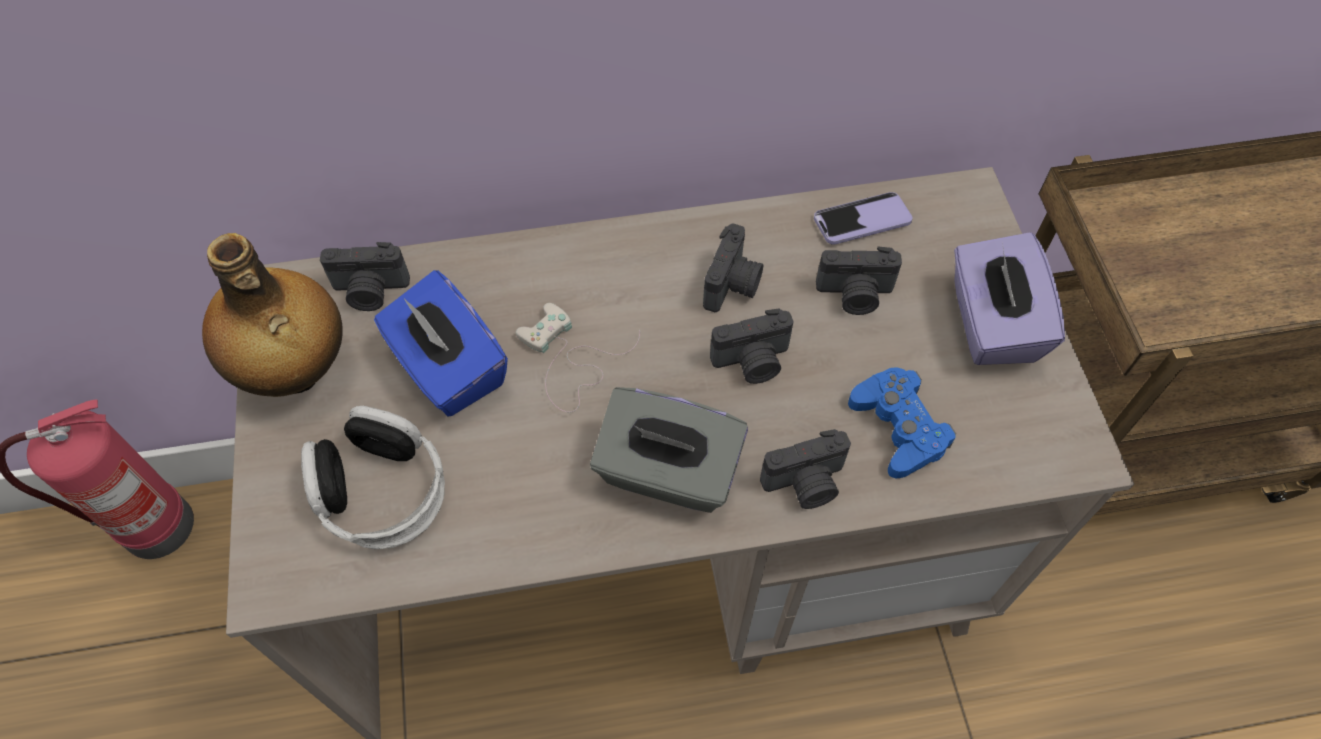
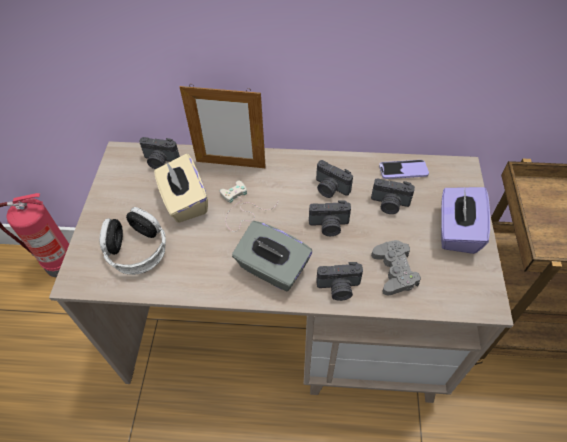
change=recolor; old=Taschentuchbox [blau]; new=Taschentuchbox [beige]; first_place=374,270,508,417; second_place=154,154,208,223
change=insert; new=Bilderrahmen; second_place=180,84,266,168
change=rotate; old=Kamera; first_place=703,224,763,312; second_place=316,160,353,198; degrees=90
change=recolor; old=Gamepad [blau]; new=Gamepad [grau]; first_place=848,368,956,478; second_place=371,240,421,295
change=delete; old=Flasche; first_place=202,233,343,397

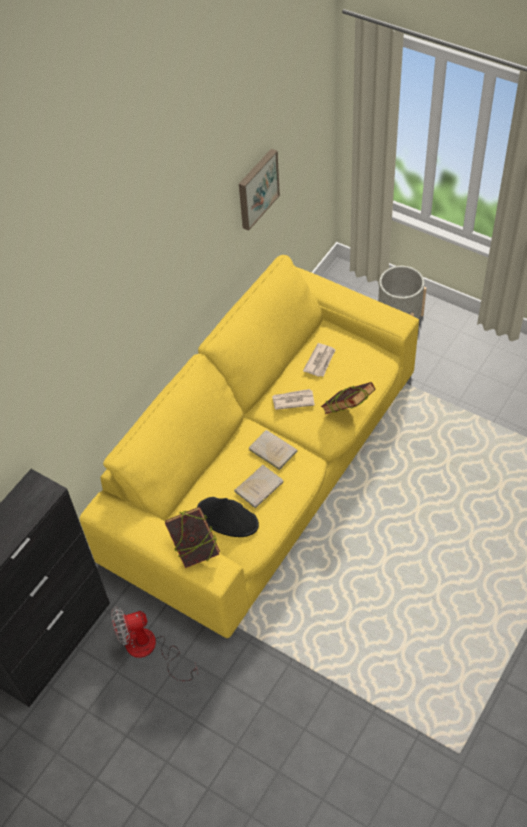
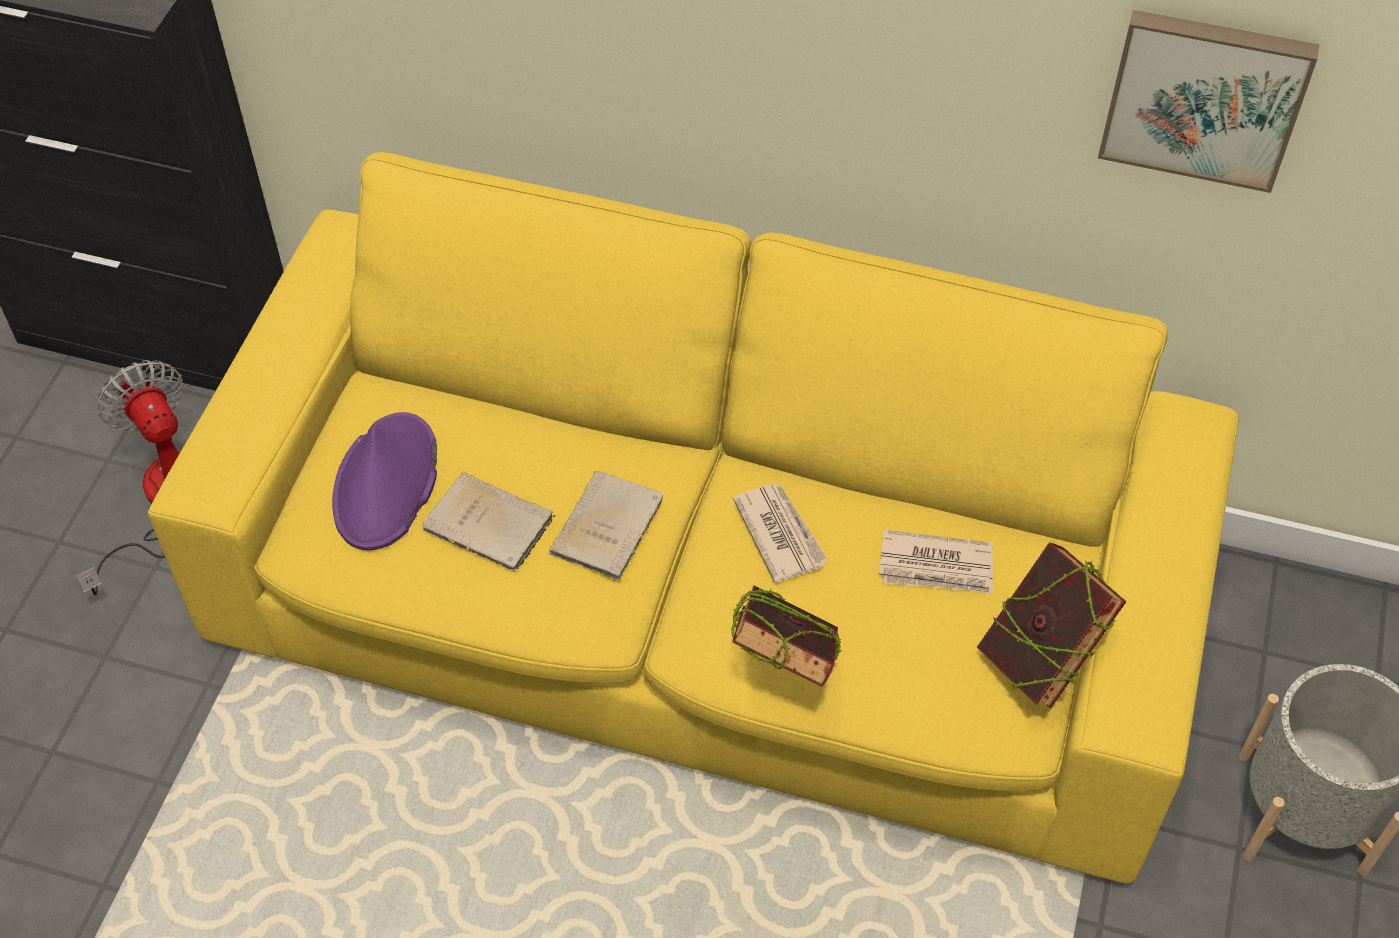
change=recolor; old=Hut [schwarz]; new=Hut [lila]; first_place=197,497,259,537; second_place=332,412,437,550
change=move; old=Buch; first_place=165,507,220,568; second_place=977,542,1127,708

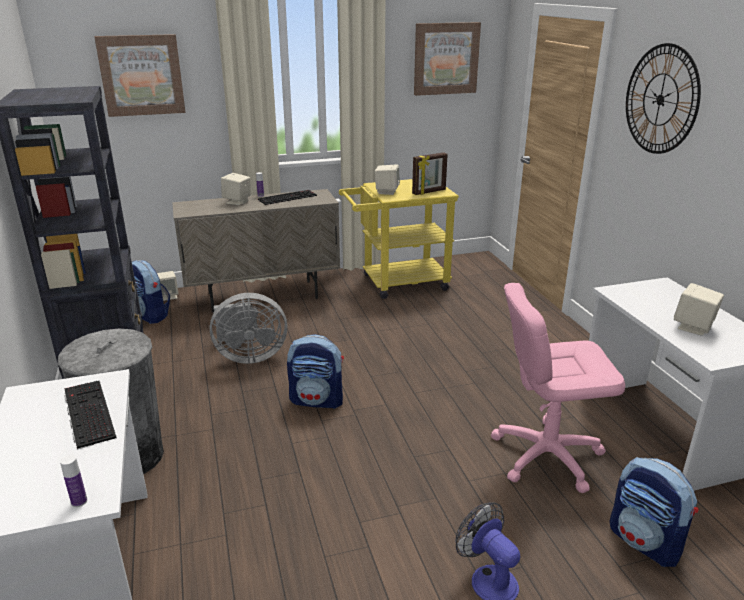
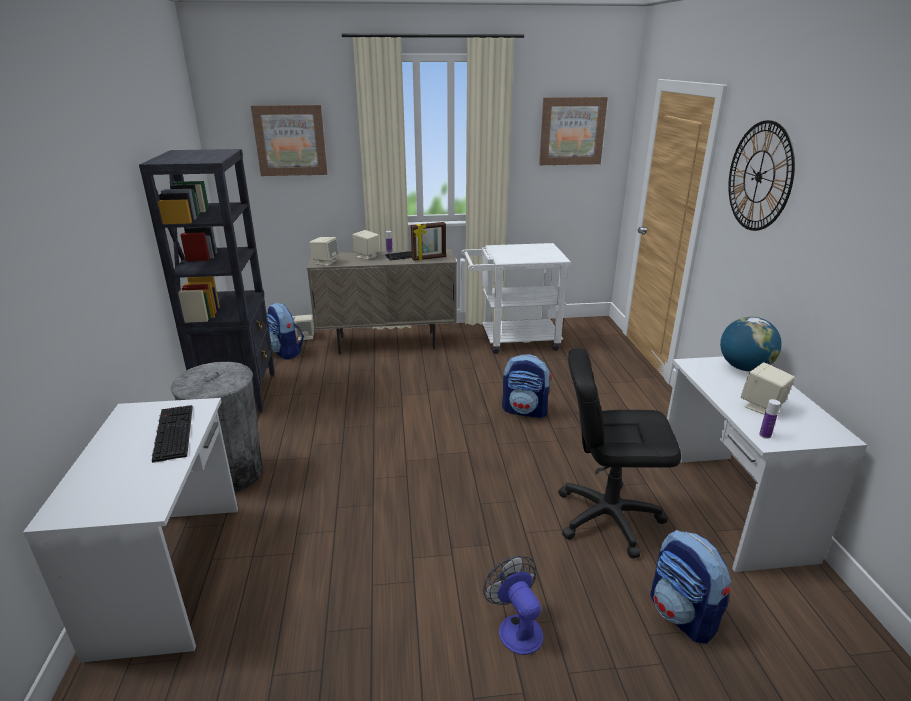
change=move; old=Lautsprecher [beige]; first_place=375,165,400,195; second_place=309,237,339,266
change=move; old=Bilderrahmen; first_place=412,152,448,195; second_place=411,222,446,261
change=recolor; old=Rollwagen [gelb]; new=Rollwagen [weiß]; first_place=339,179,459,299; second_place=461,243,571,354
change=move; old=Rucksack; first_place=287,334,344,409; second_place=502,354,552,419
change=recolor; old=Bürostuhl [rosa]; new=Bürostuhl [schwarz]; first_place=491,283,625,493; second_place=558,348,681,559
change=insert; new=Globus; second_place=720,317,782,371
change=move; old=Flasche; first_place=60,455,87,507; second_place=759,399,780,439
change=delete; old=Ventilator [grau]; first_place=210,293,287,364

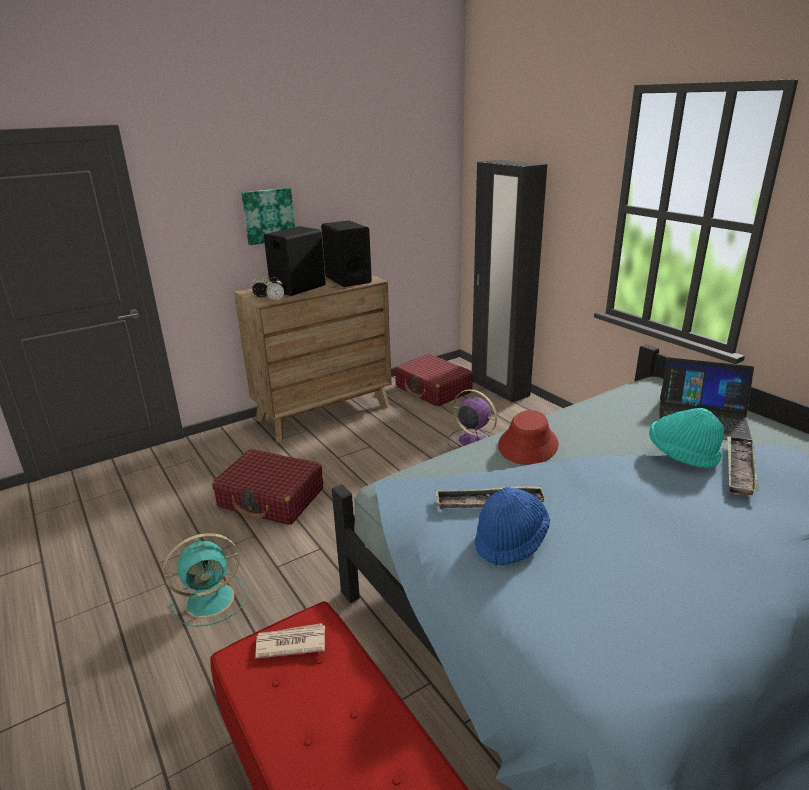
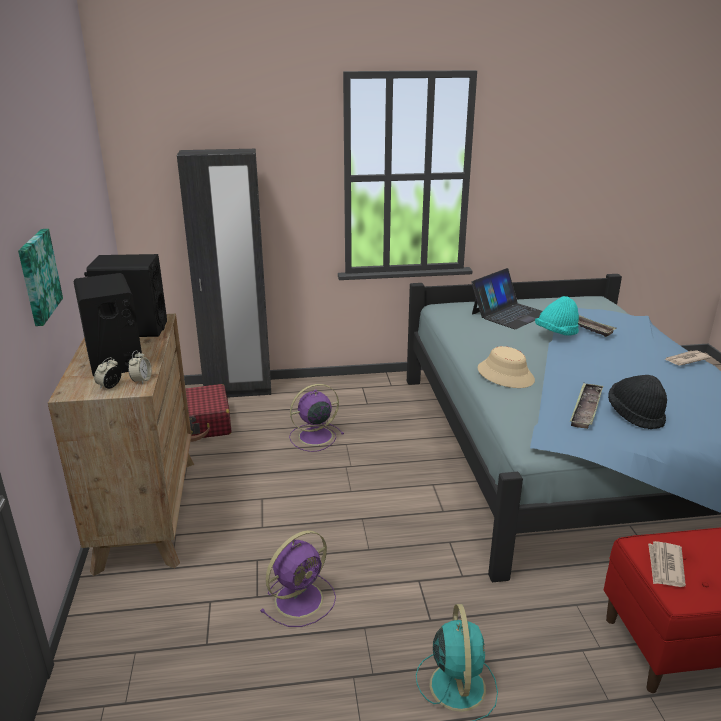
change=replace; old=Koffer [rot]; new=Ventilator [lila]; first_place=212,449,323,525; second_place=261,530,336,627
change=recolor; old=Hut [rot]; new=Hut [beige]; first_place=498,410,559,465; second_place=477,346,535,388
change=recolor; old=Hut [blau]; new=Hut [schwarz]; first_place=475,487,550,565; second_place=608,375,667,429
change=insert; new=Zeitung; second_place=665,350,711,366

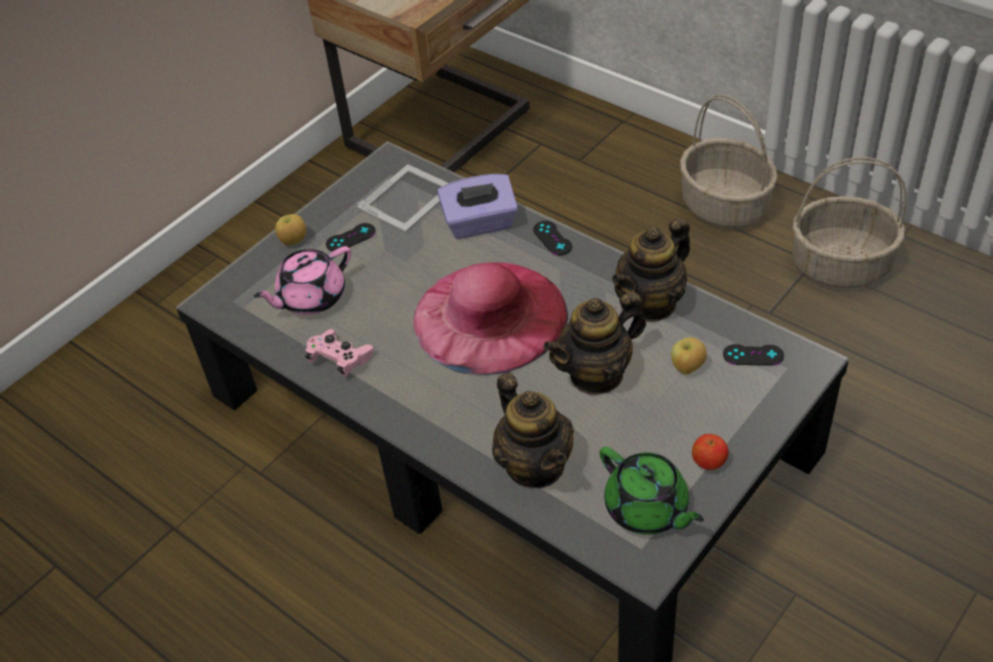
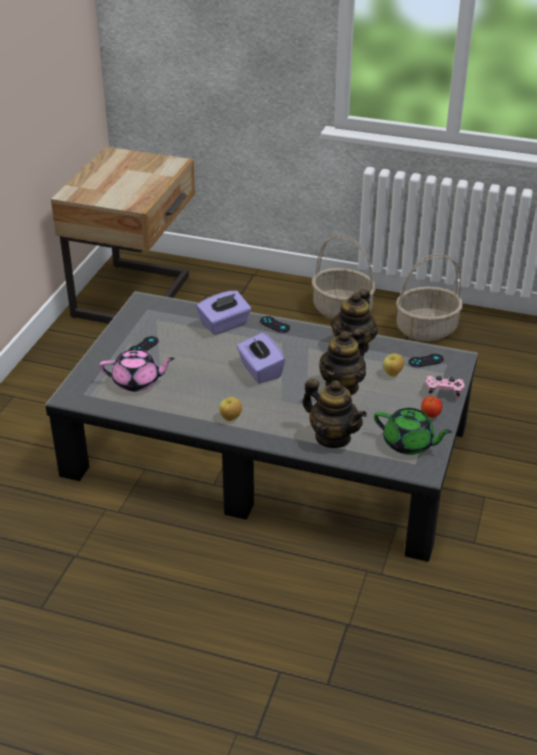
change=rotate; old=Teekanne [rosa]; first_place=254,246,351,315; second_place=99,349,175,392; degrees=-120
change=move; old=Apfel; first_place=275,214,306,246; second_place=219,397,242,421
change=replace; old=Hut [rosa]; new=Taschentuchbox [lila]; first_place=413,262,568,375; second_place=237,332,285,384
change=move; old=Gamepad [rosa]; first_place=305,329,374,377; second_place=426,376,465,399
change=delete; old=Bilderrahmen; first_place=357,164,448,232

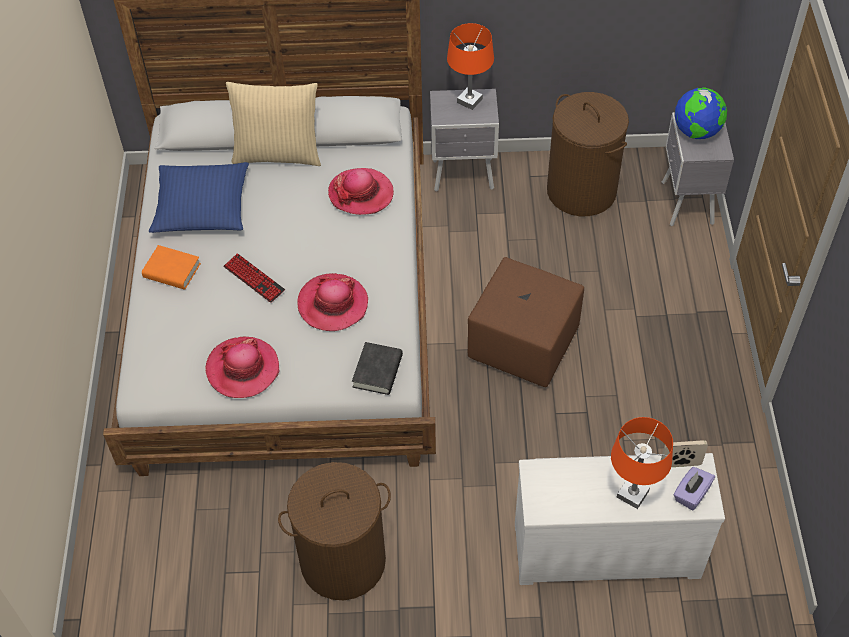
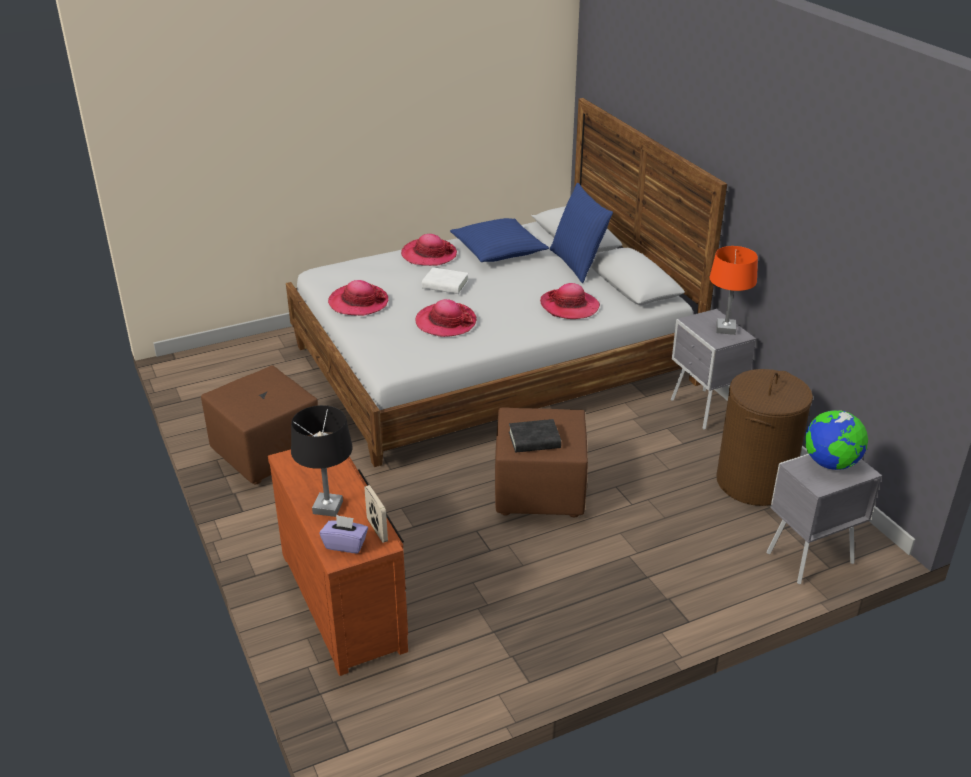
change=replace; old=Wäschekorb [braun]; new=Polsterhocker [braun]; first_place=278,462,391,600; second_place=201,365,318,484
change=recolor; old=Kommode [weiß]; new=Kommode [braun]; first_place=515,453,725,585; second_place=268,450,408,676
change=recolor; old=Tischlampe [orange]; new=Tischlampe [schwarz]; first_place=611,417,673,509; second_place=291,405,352,517
change=replace; old=Buch [orange]; new=Hut; first_place=142,245,201,290; second_place=401,234,457,266
change=replace; old=Tastatur; new=Buch [weiß]; first_place=223,253,285,303; second_place=422,267,469,294
change=move; old=Buch [schwarz]; first_place=352,342,403,395; second_place=509,419,561,453
change=recolor; old=Kissen [beige]; new=Kissen [blau]; first_place=226,82,321,166; second_place=550,182,613,283

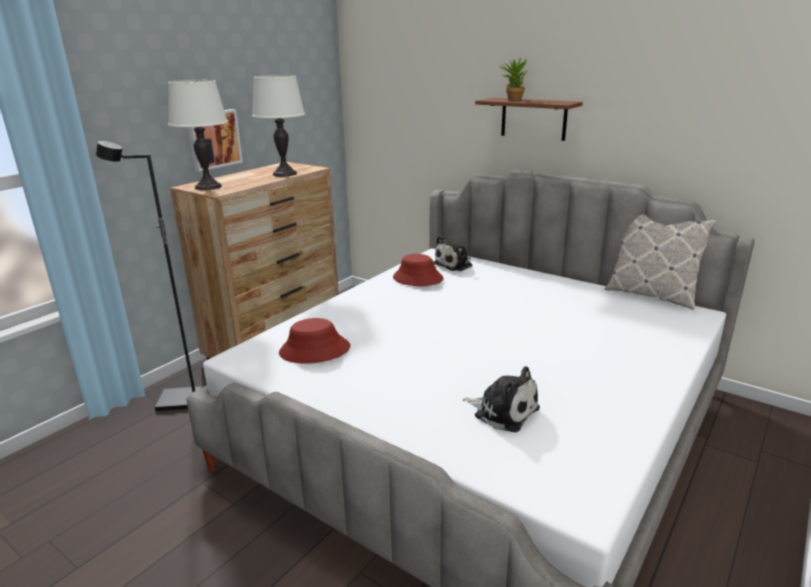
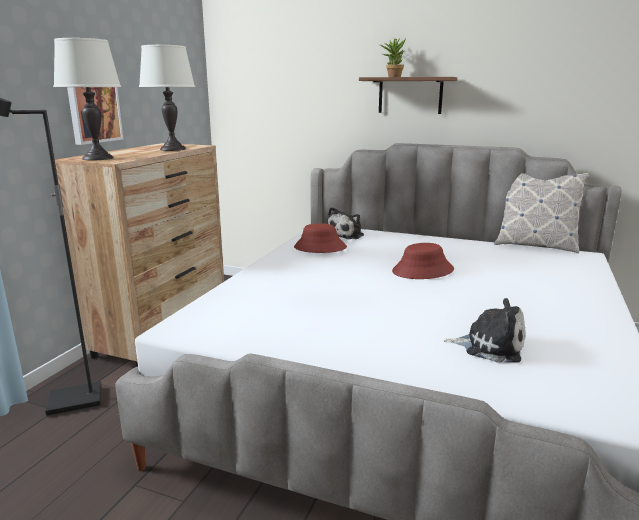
change=move; old=Hut [rot]; first_place=279,318,350,364; second_place=392,243,454,279

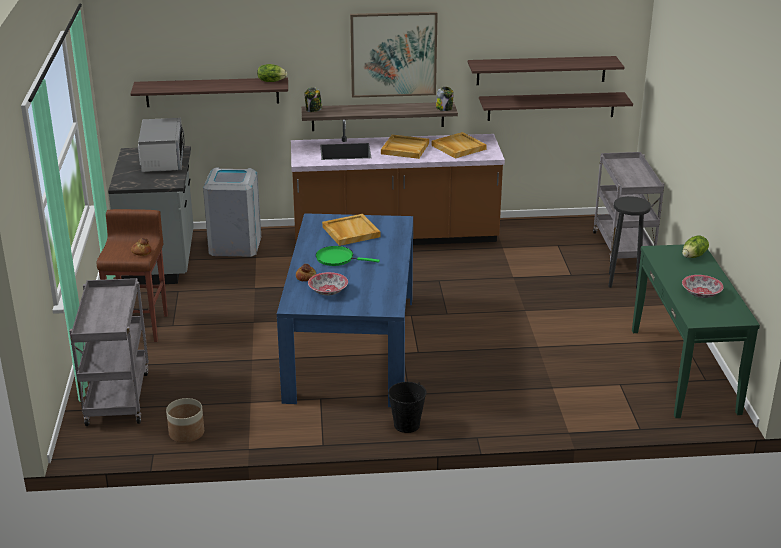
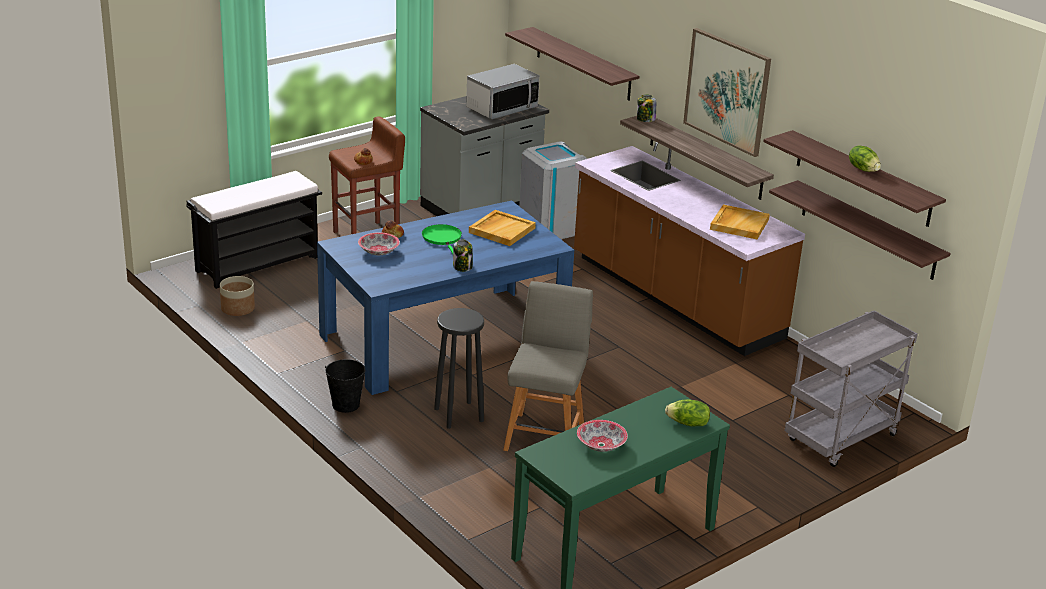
change=replace; old=Rollwagen [grau]; new=Bank [schwarz]; first_place=69,278,149,426; second_place=186,171,322,289
change=move; old=Hocker [schwarz]; first_place=608,196,651,290; second_place=434,308,484,429
change=move; old=Vorratsglas; first_place=436,87,454,111; second_place=453,239,473,272
change=insert; new=Stuhl [grau]; second_place=503,281,593,451
change=move; old=Salatkopf; first_place=257,64,287,82; second_place=849,145,881,172
change=delete; old=Tablett [beige]; first_place=381,135,429,159

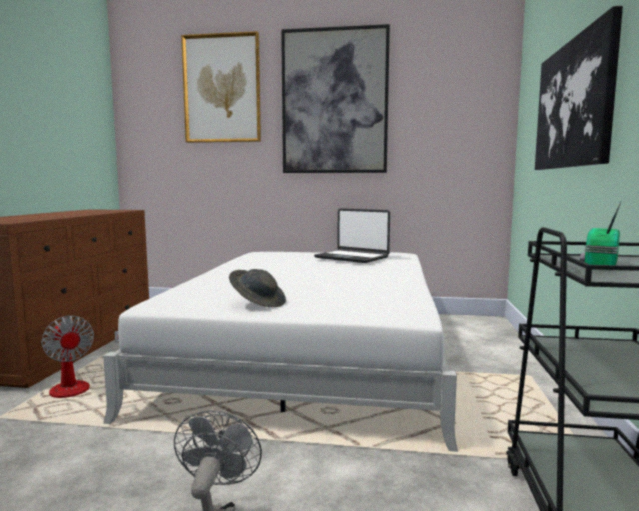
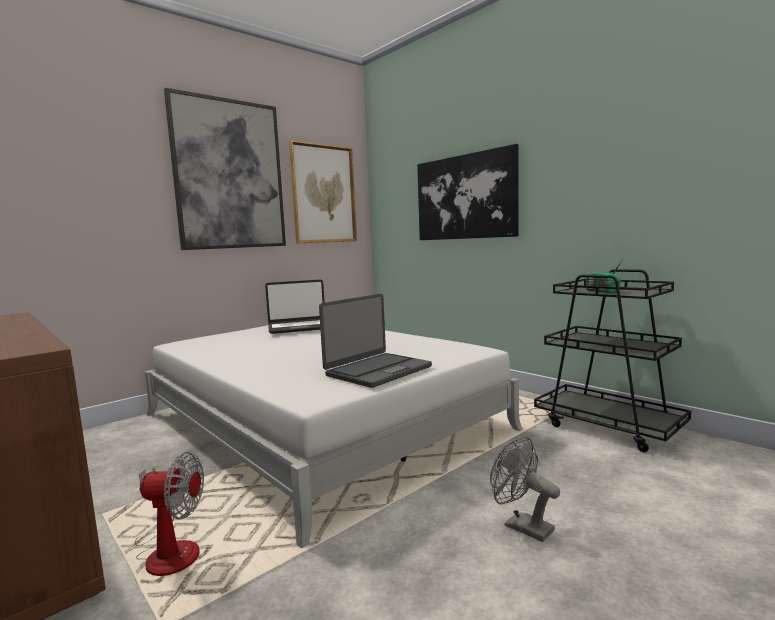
change=move; old=Bild; first_place=181,31,261,143; second_place=289,140,357,244
change=replace; old=Hut [grau]; new=Laptop; first_place=229,269,286,307; second_place=319,294,432,388

